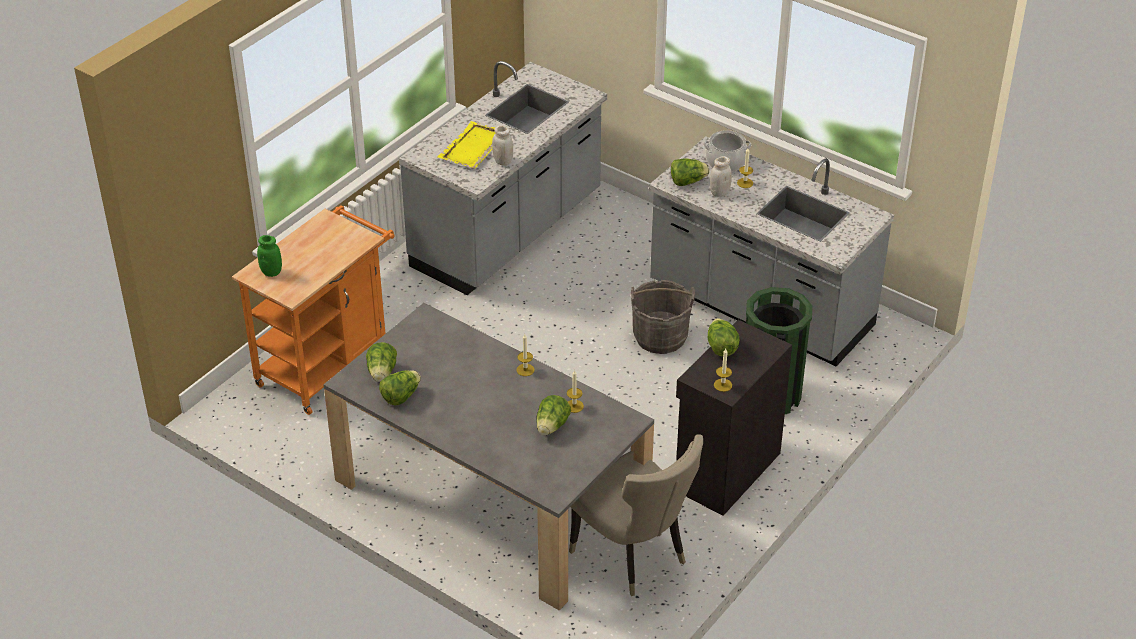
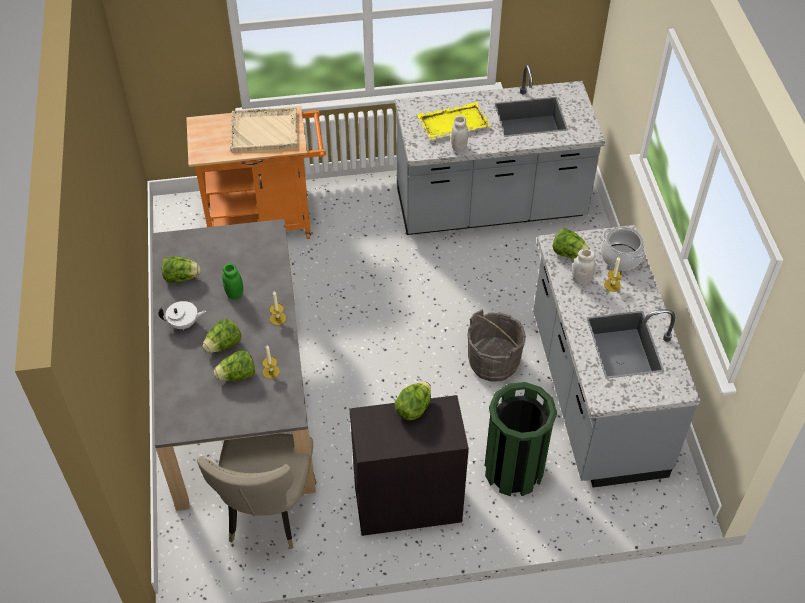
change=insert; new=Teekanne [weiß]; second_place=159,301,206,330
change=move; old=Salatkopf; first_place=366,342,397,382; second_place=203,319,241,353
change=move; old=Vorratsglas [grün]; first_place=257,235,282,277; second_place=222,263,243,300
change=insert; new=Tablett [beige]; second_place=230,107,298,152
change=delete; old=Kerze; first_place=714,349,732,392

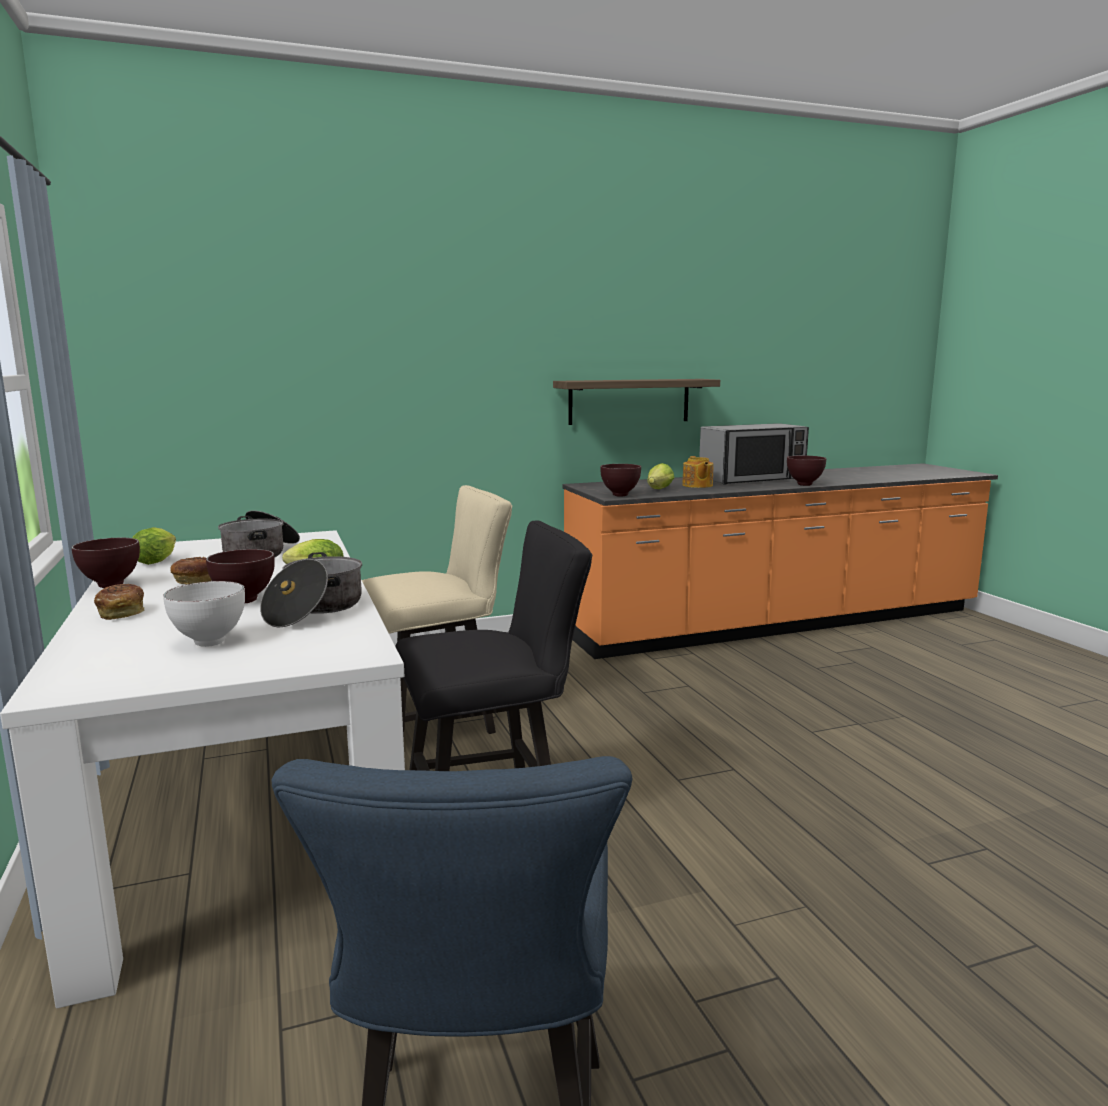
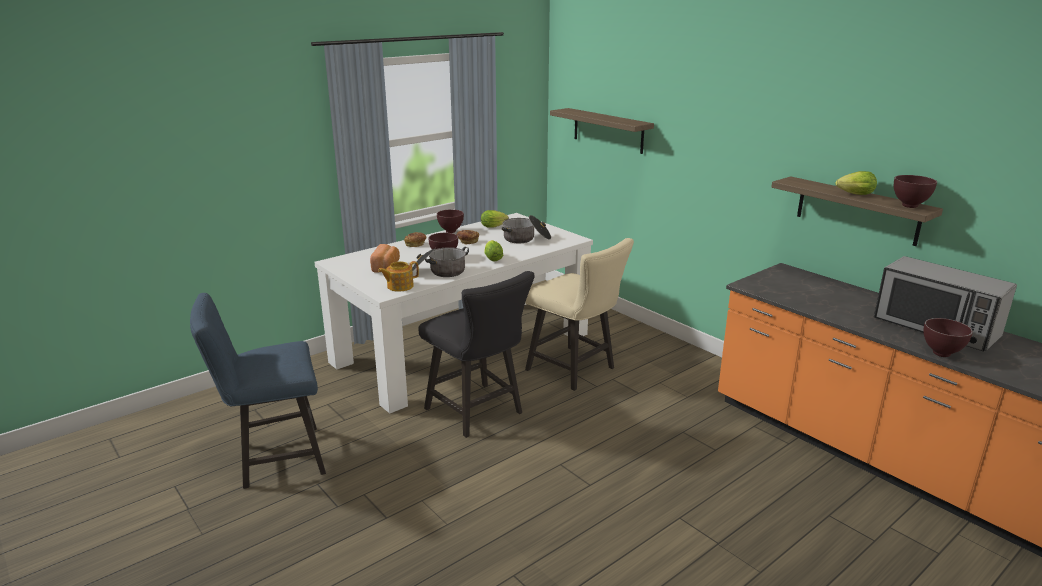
change=replace; old=Schüssel [weiß]; new=Brot; first_place=163,581,245,647; second_place=370,244,400,273
change=move; old=Teekanne; first_place=682,456,713,488; second_place=378,261,419,292
change=insert; new=Wandregal; second_place=550,108,654,154
change=move; old=Salatkopf; first_place=647,463,675,489; second_place=836,171,877,195
change=move; old=Schüssel [braun]; first_place=600,464,641,496; second_place=894,175,937,208

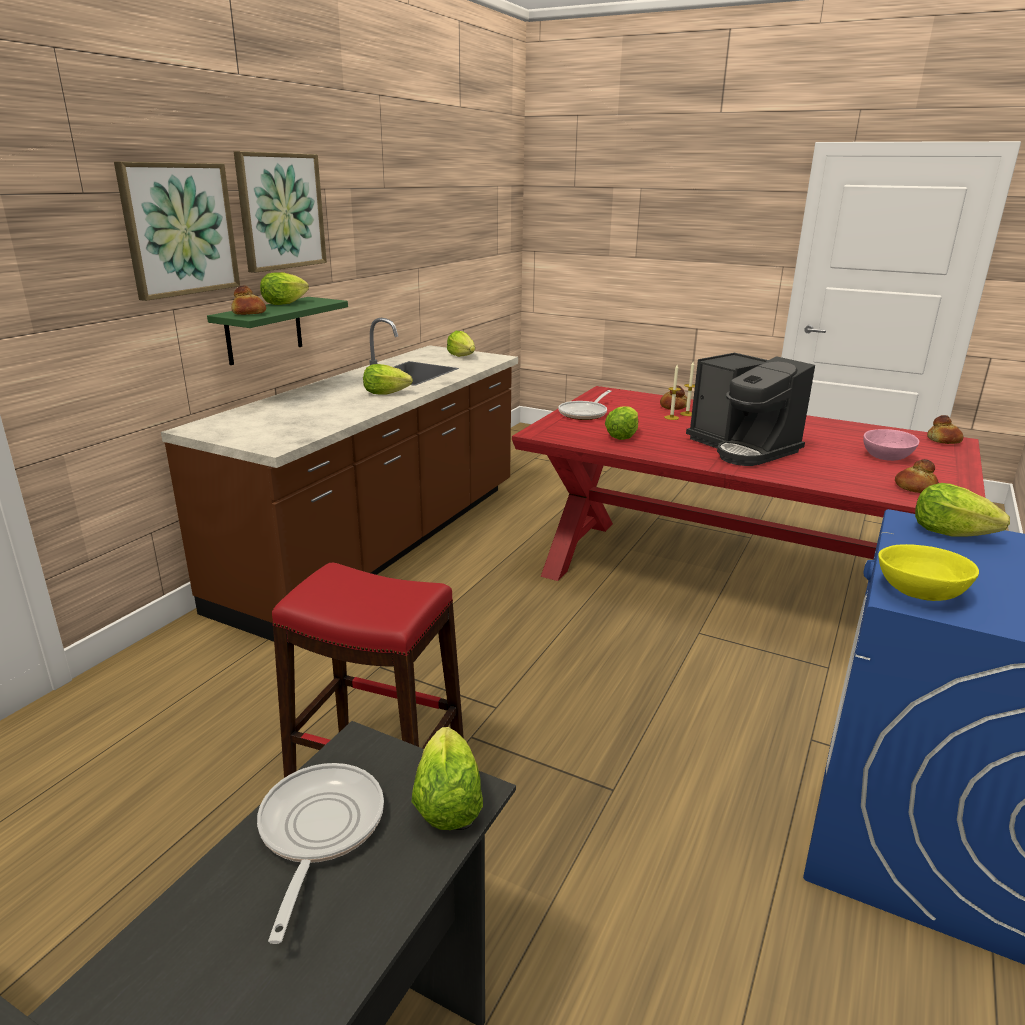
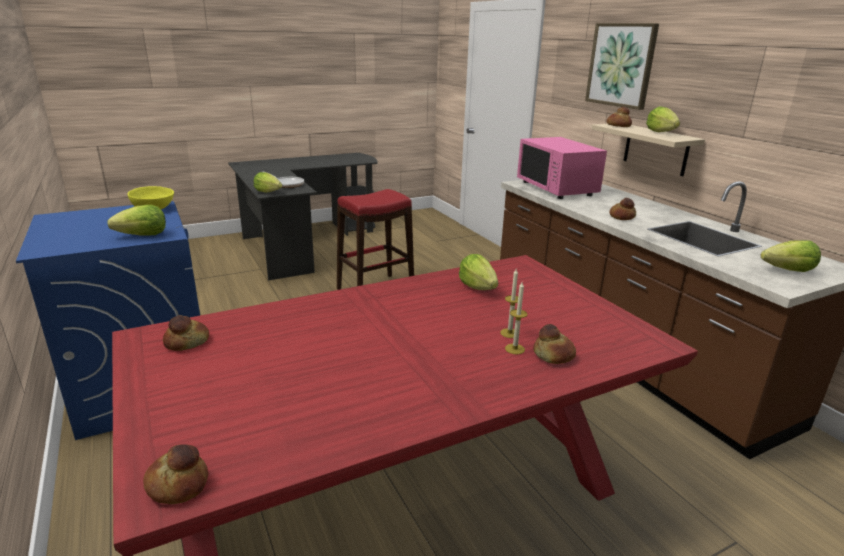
change=insert; new=Mikrowelle [rosa]; second_place=517,137,607,199
change=recolor; old=Wandregal [grün]; new=Wandregal [beige]; first_place=207,297,348,365; second_place=592,124,705,177
change=replace; old=Salatkopf; new=Brot; first_place=363,364,413,395; second_place=609,198,636,220
change=delete; old=Bild; first_place=234,151,327,273
change=delete; old=Pfanne; first_place=558,390,611,420
change=delete; old=Kaffeemaschine; first_place=686,353,815,466
change=delete; old=Schüssel [rosa]; first_place=863,429,919,461

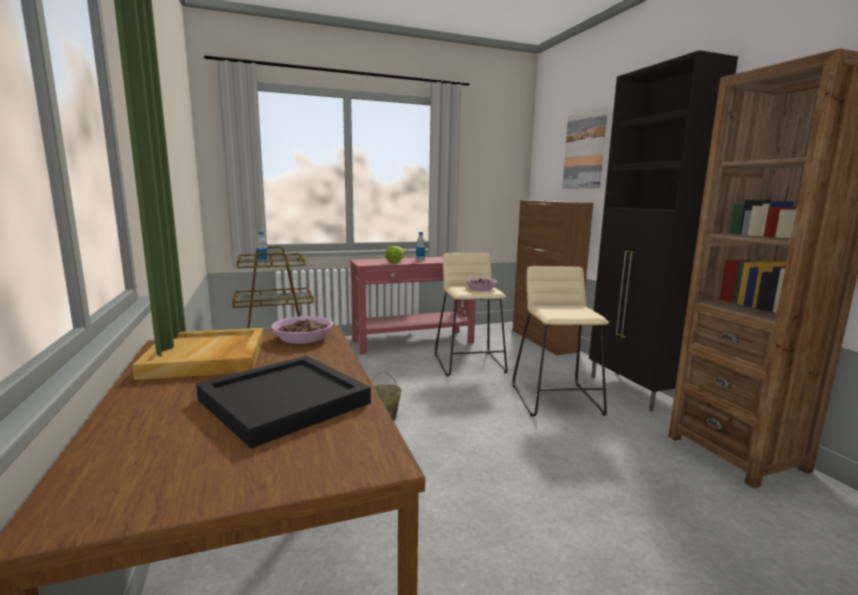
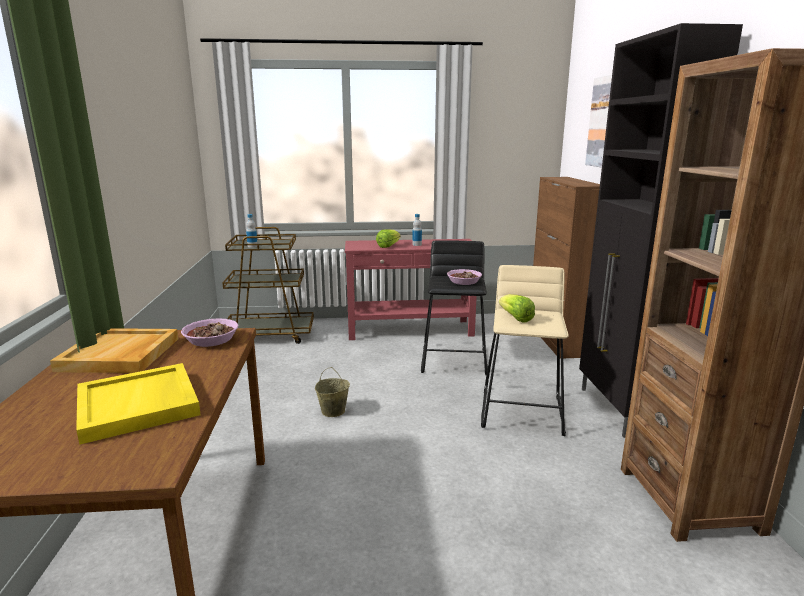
change=recolor; old=Tablett [schwarz]; new=Tablett [gelb]; first_place=196,355,371,448; second_place=76,363,201,445
change=recolor; old=Hocker [beige]; new=Hocker [schwarz]; first_place=435,253,507,376; second_place=421,240,488,375
change=insert; new=Salatkopf; second_place=499,294,535,322

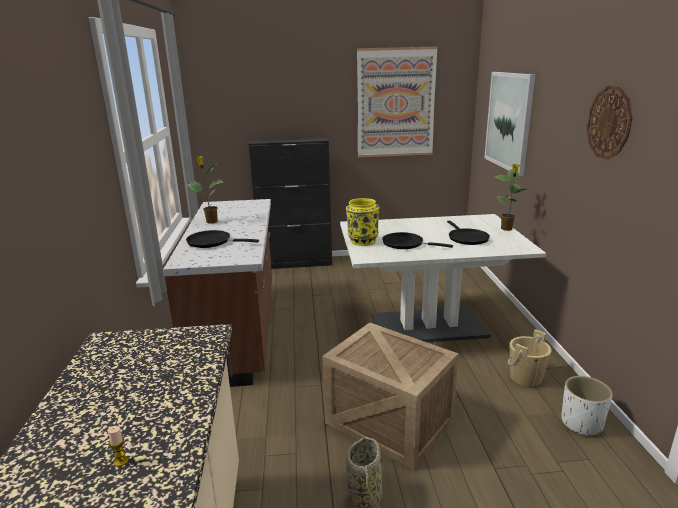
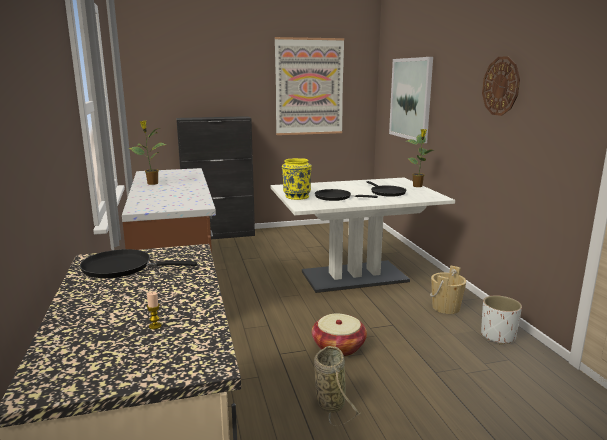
change=move; old=Pfanne [schwarz]; first_place=186,230,259,248; second_place=80,249,197,278
change=replace; old=Kiste; new=Korb; first_place=322,322,458,470; second_place=312,314,367,357

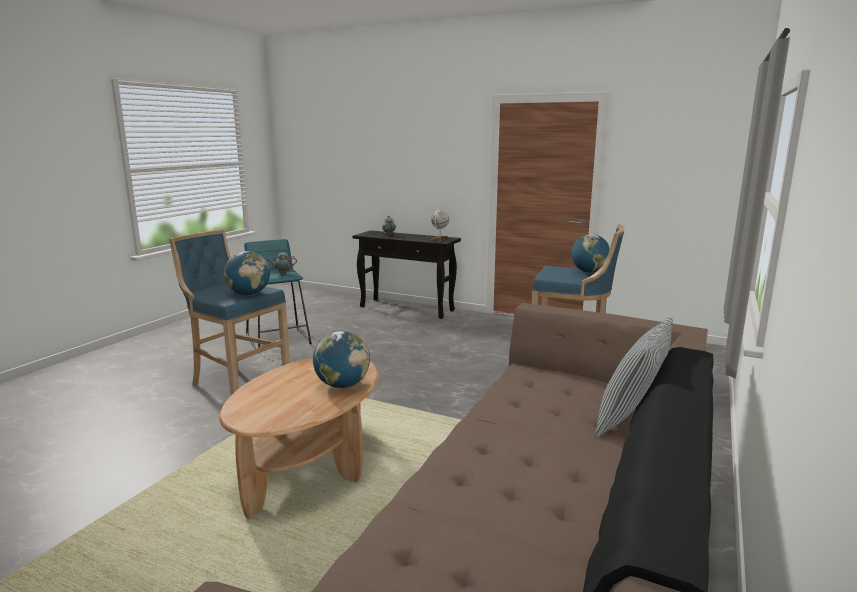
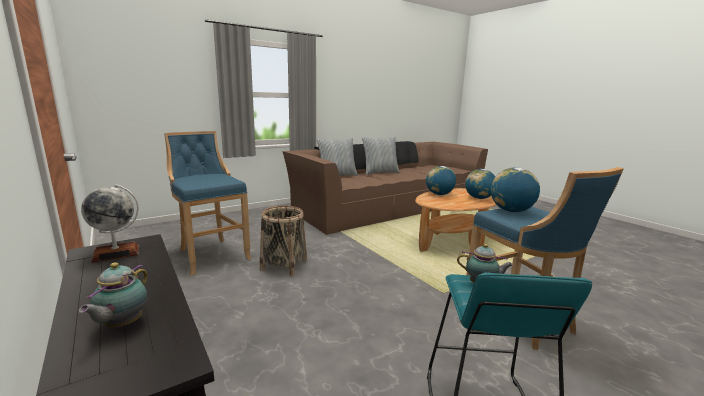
change=insert; new=Korb; second_place=260,206,307,276
change=insert; new=Kissen; second_place=362,136,400,175
change=move; old=Globus; first_place=571,234,610,273; second_place=465,169,495,199

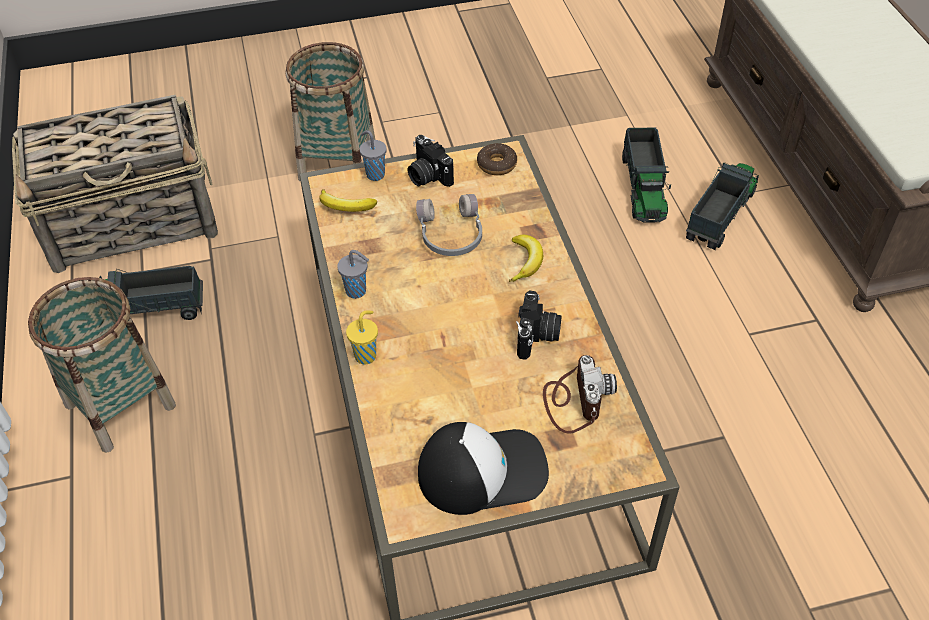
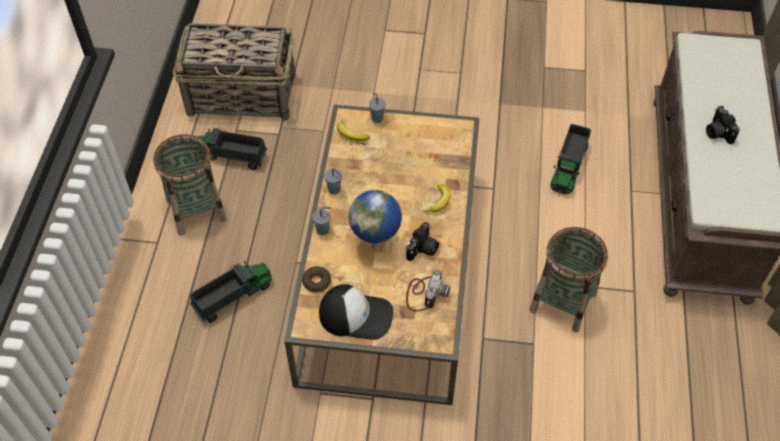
change=move; old=Spielzeuglaster; first_place=686,163,759,250; second_place=190,261,272,324
change=move; old=Donut; first_place=477,143,517,175; second_place=302,266,331,293
change=recolor; old=Tasse [gelb]; new=Tasse [grau]; first_place=346,311,378,364; second_place=312,207,331,235
change=insert; new=Globus; second_place=348,190,402,249
change=move; old=Korb; first_place=285,42,375,182; second_place=530,227,608,332
change=move; old=Kamera; first_place=408,135,454,187; second_place=706,106,740,144
change=delete; old=Kopfhörer [grau]; first_place=416,194,482,256

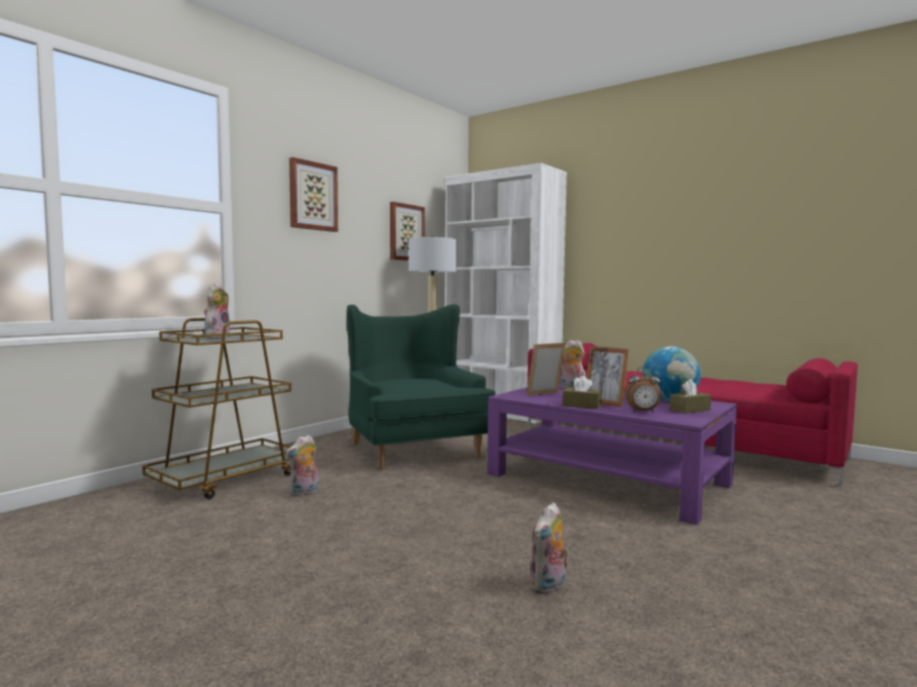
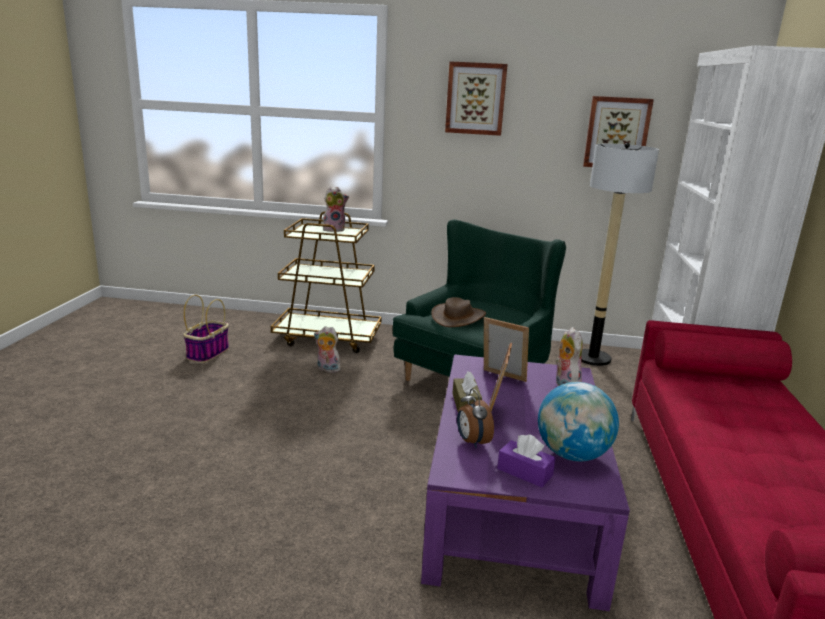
change=insert; new=Korb; second_place=183,295,229,363
change=insert; new=Hut [braun]; second_place=431,297,486,327
change=recolor; old=Taschentuchbox [braun]; new=Taschentuchbox [lila]; first_place=670,379,711,413; second_place=497,434,556,487
change=delete; old=Plüschtier; first_place=530,502,569,595

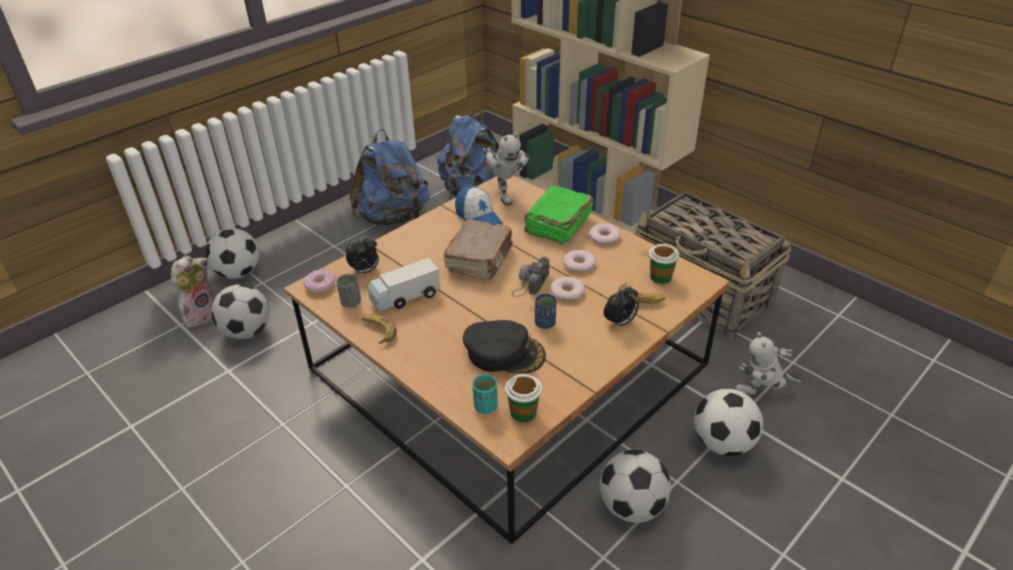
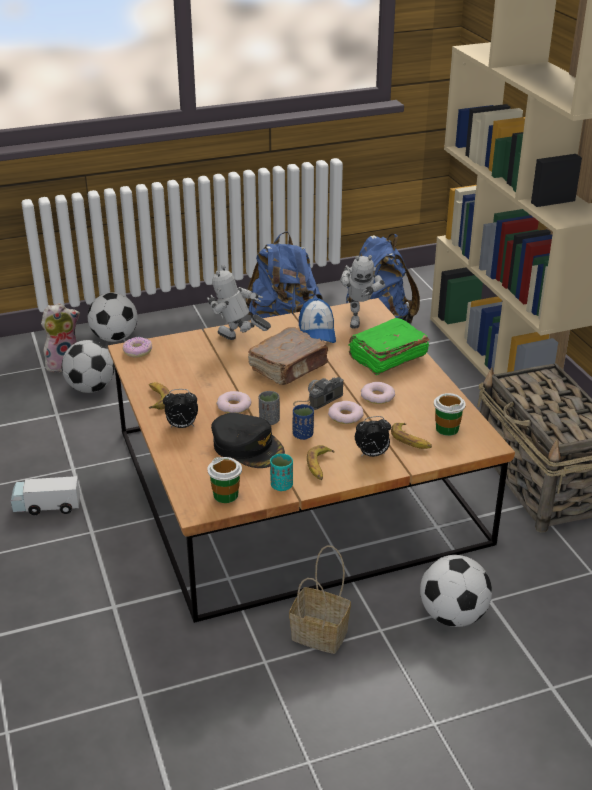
change=move; old=Spielzeuglaster; first_place=368,258,440,312; second_place=11,476,80,515
change=move; old=Wecker; first_place=346,236,379,275; second_place=163,389,198,428
change=move; old=Spielzeugroboter; first_place=734,332,805,397; second_place=207,265,271,340
change=move; old=Donut; first_place=589,223,621,244; second_place=216,391,252,413
change=move; old=Tasse [grau]; first_place=336,274,361,308; second_place=259,391,280,425
change=move; old=Tasse [türkis]; first_place=473,374,498,414; second_place=270,454,293,491
change=replace; old=Fußball; new=Korb; first_place=600,450,671,523; second_place=289,545,351,654
change=insert; new=Banane; second_place=307,445,334,480

